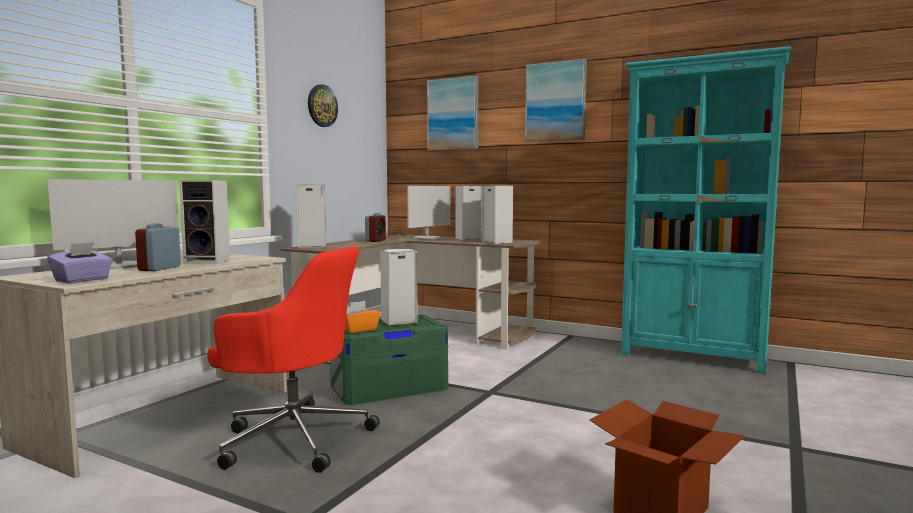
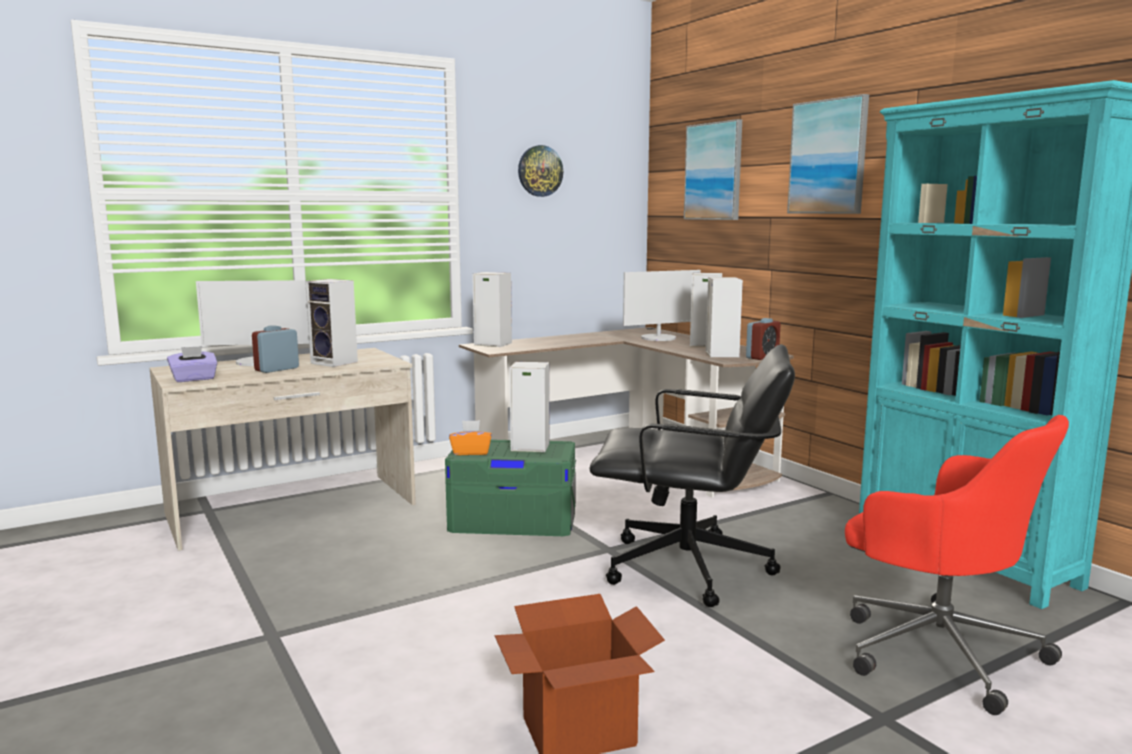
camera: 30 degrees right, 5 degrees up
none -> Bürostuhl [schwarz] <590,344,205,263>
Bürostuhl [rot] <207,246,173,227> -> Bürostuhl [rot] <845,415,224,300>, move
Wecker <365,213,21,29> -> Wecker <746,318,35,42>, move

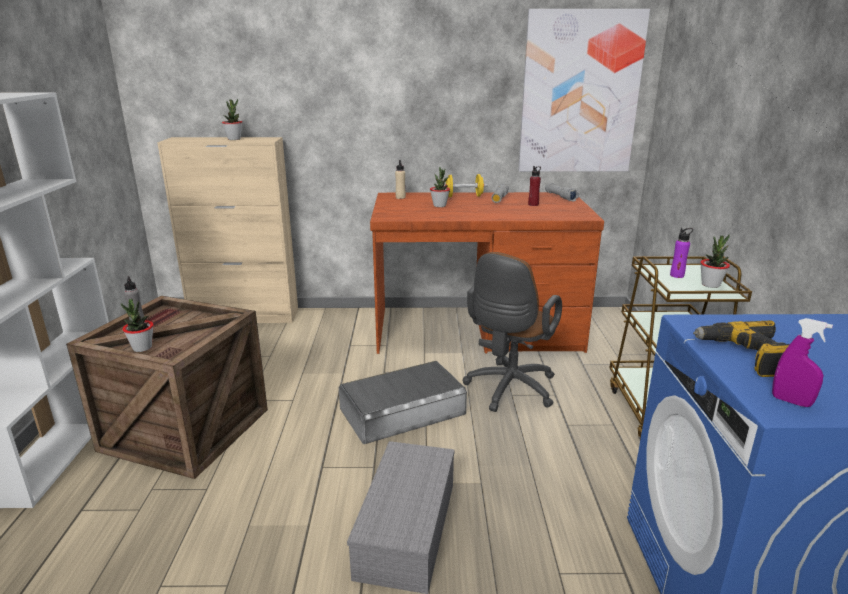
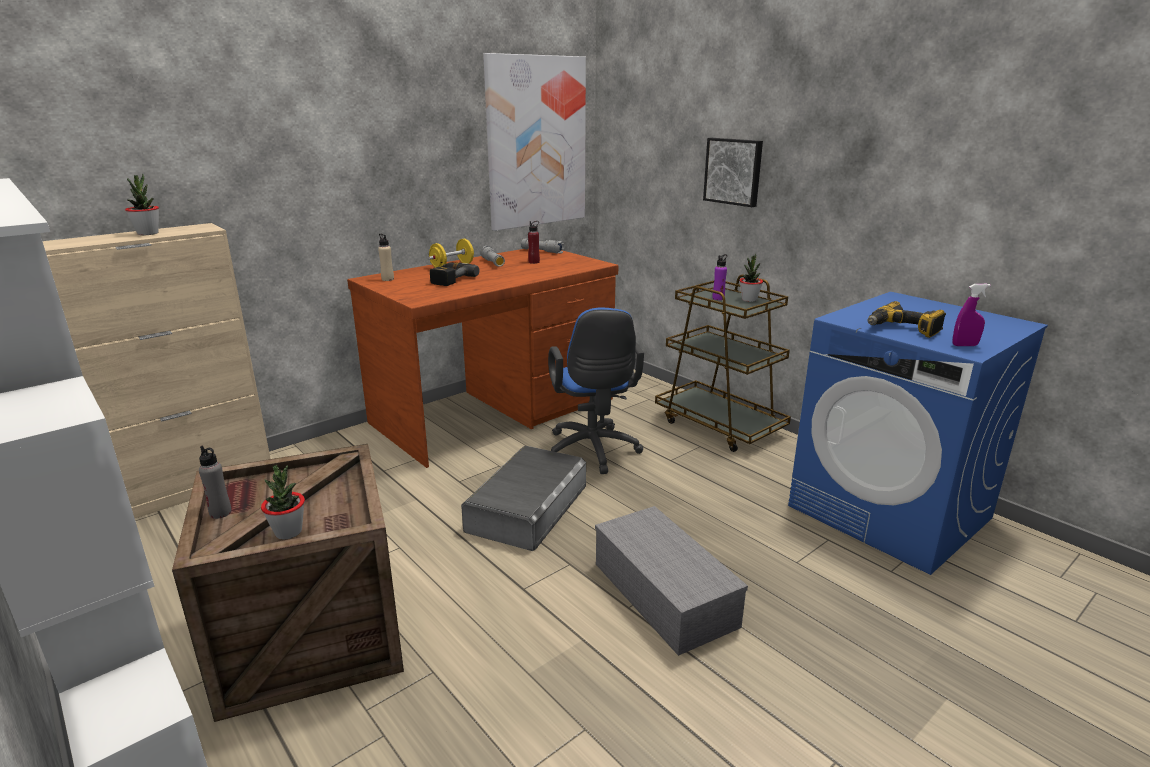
camera: 40 degrees left, 0 degrees up
none -> Bild <703,138,60,69>
Topfpflanze <430,167,20,40> -> Bohrmaschine <430,262,50,24>
Bürostuhl [braun] <462,252,100,160> -> Bürostuhl [blau] <548,308,96,166>

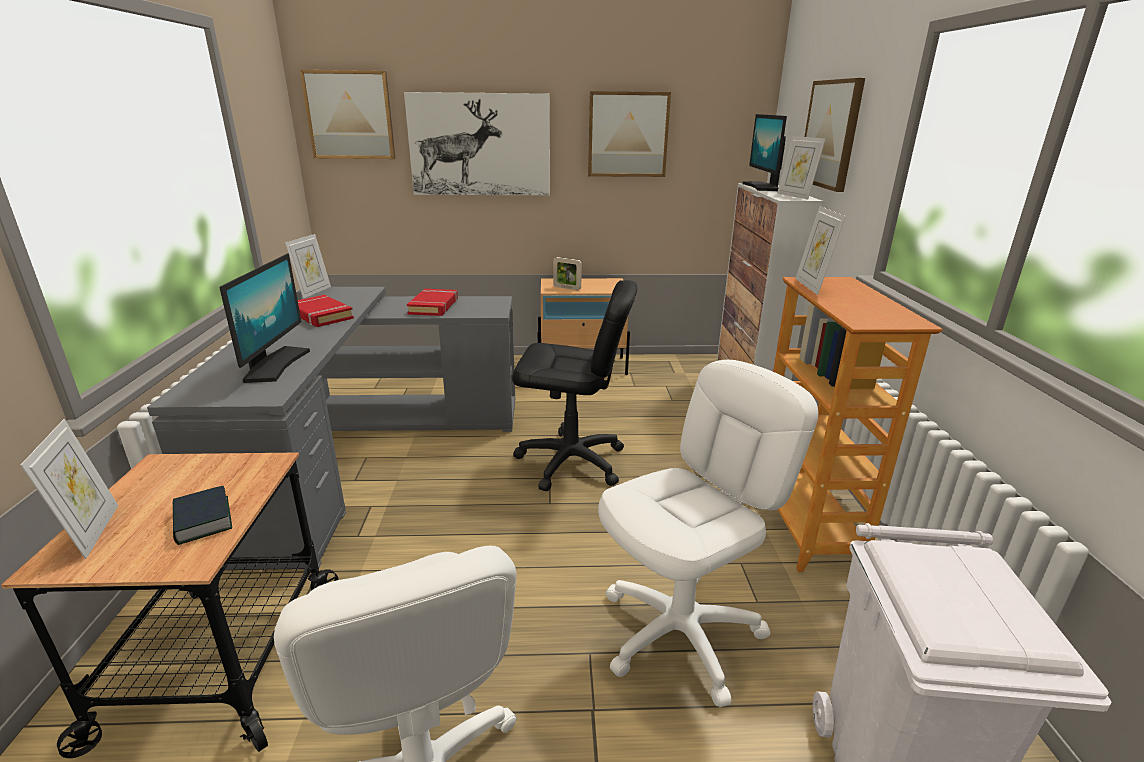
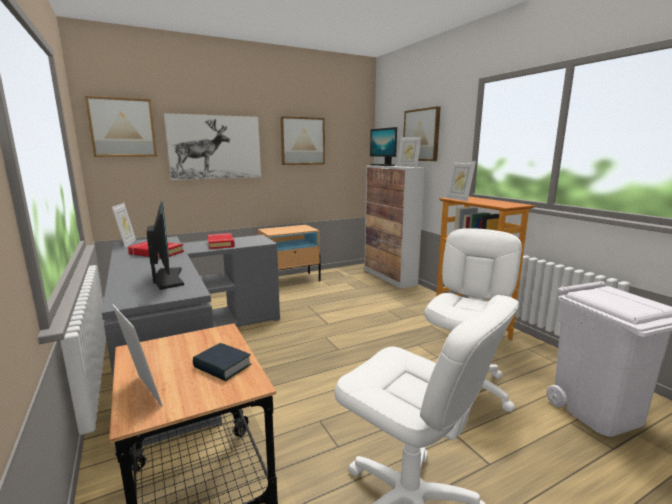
camera: 25 degrees left, 10 degrees down
Bürostuhl [schwarz] <512,280,125,211> -> none
Bilderrahmen <553,257,29,33> -> none

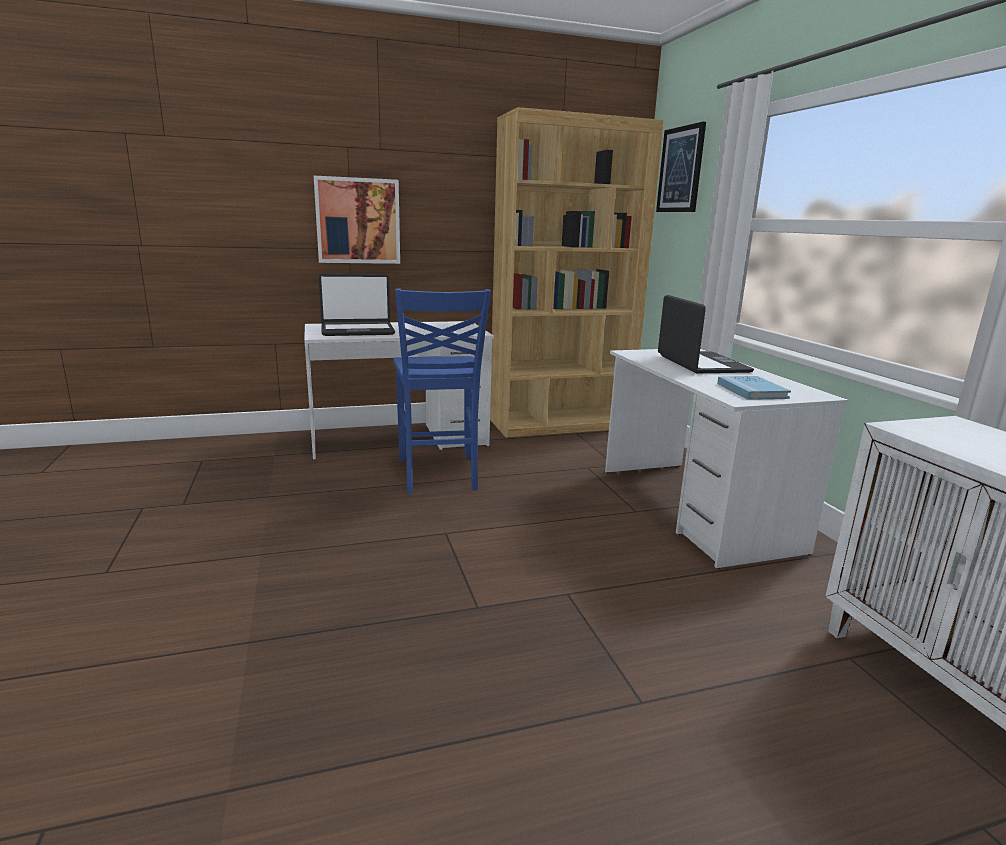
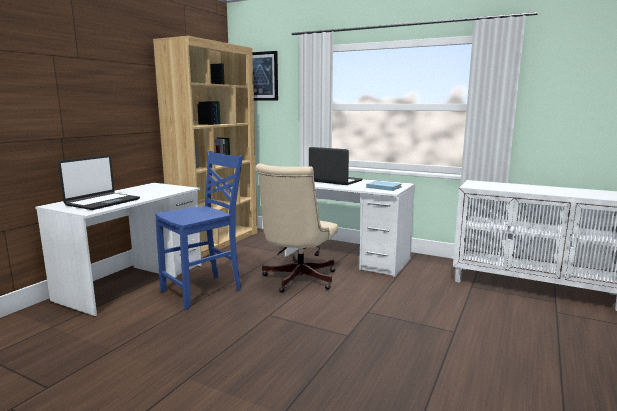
camera: 45 degrees left, 5 degrees down
Bild <314,176,86,88> -> none
none -> Bürostuhl [beige] <256,164,82,129>
Stuhl [blau] <393,289,98,205> -> Stuhl [blau] <155,151,88,159>, 75 degrees counterclockwise

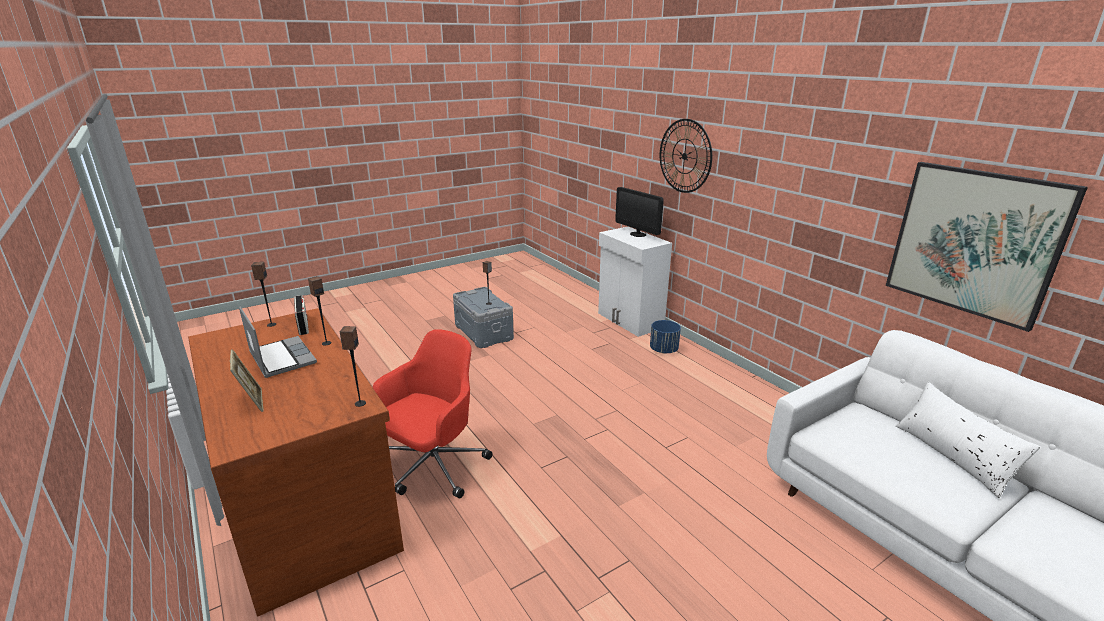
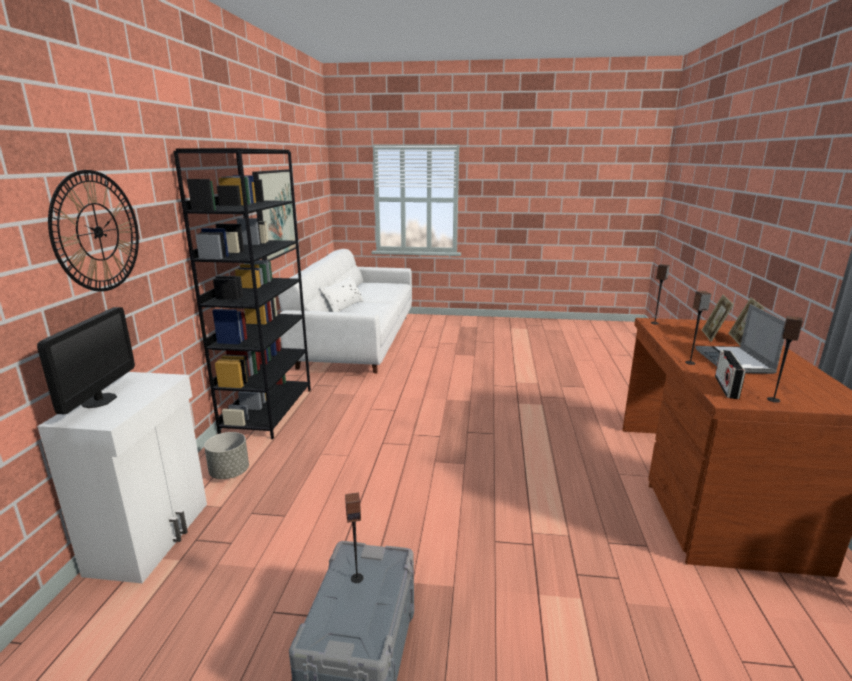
camera: 140 degrees left, 5 degrees down
Bürostuhl [rot] <373,329,120,170> -> none
none -> Bücherregal [schwarz] <173,148,138,291>
none -> Bilderrahmen <702,295,32,47>
Pflanzkübel [blau] <650,320,31,33> -> Pflanzkübel [grau] <204,432,45,47>

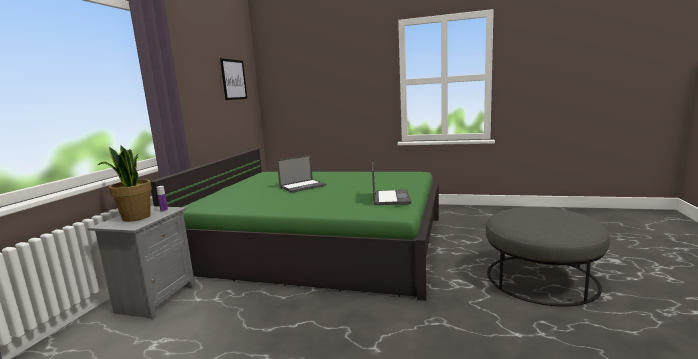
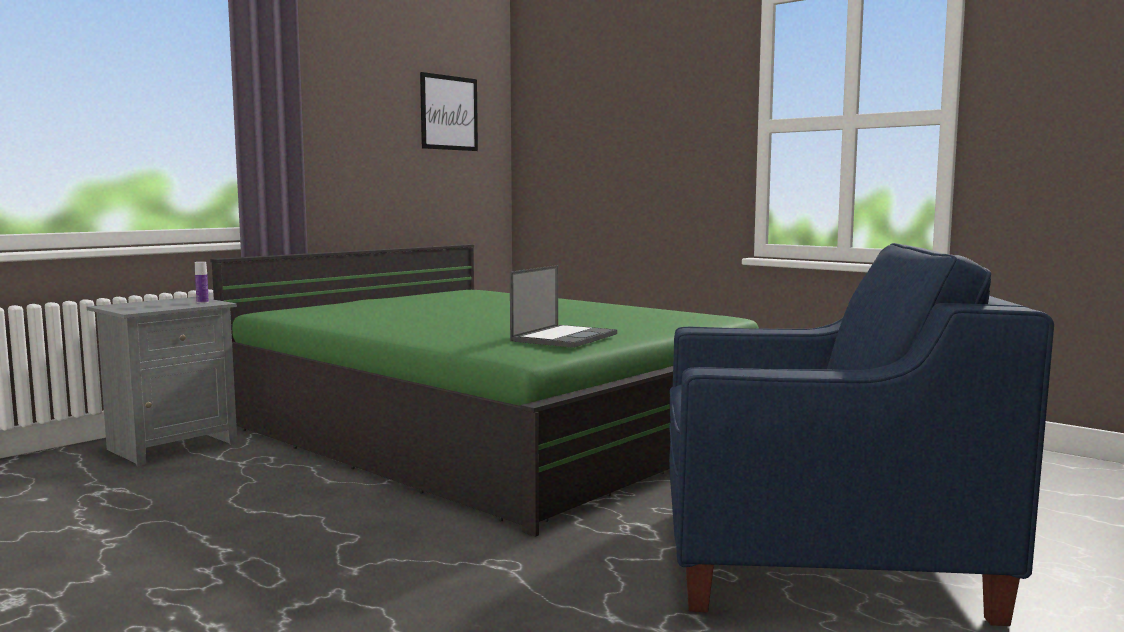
camera: 25 degrees right, 5 degrees down
Topfpflanze <98,146,54,76> -> none
Laptop <277,155,49,38> -> none
Polsterhocker [grau] <486,207,124,100> -> Sessel [blau] <669,243,385,383>

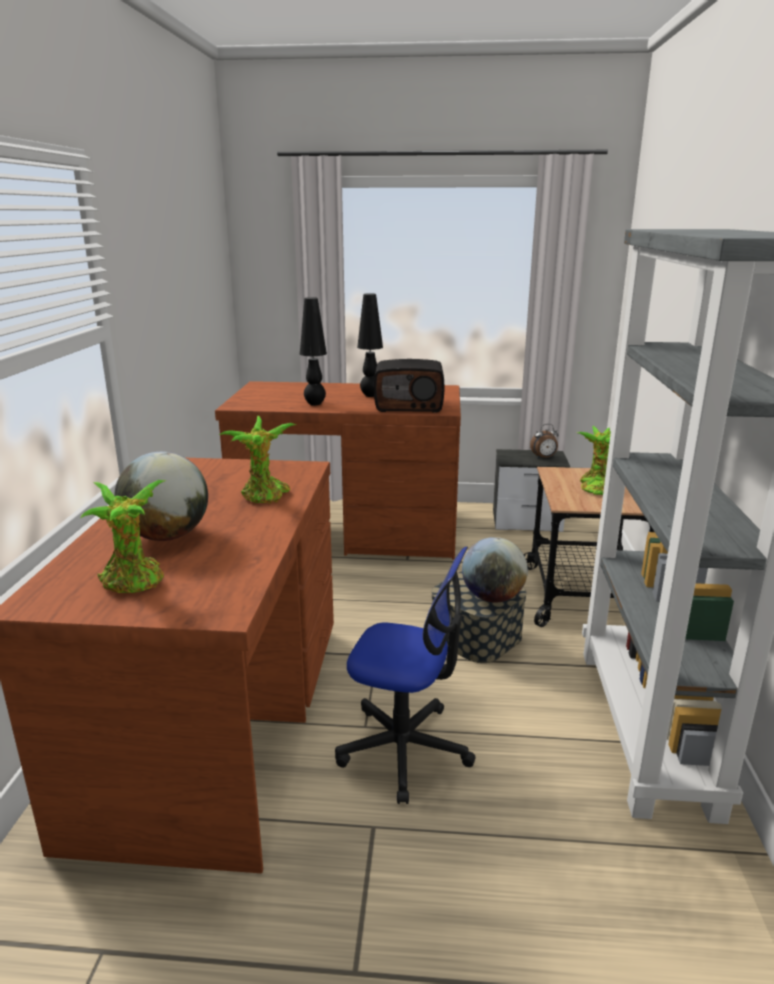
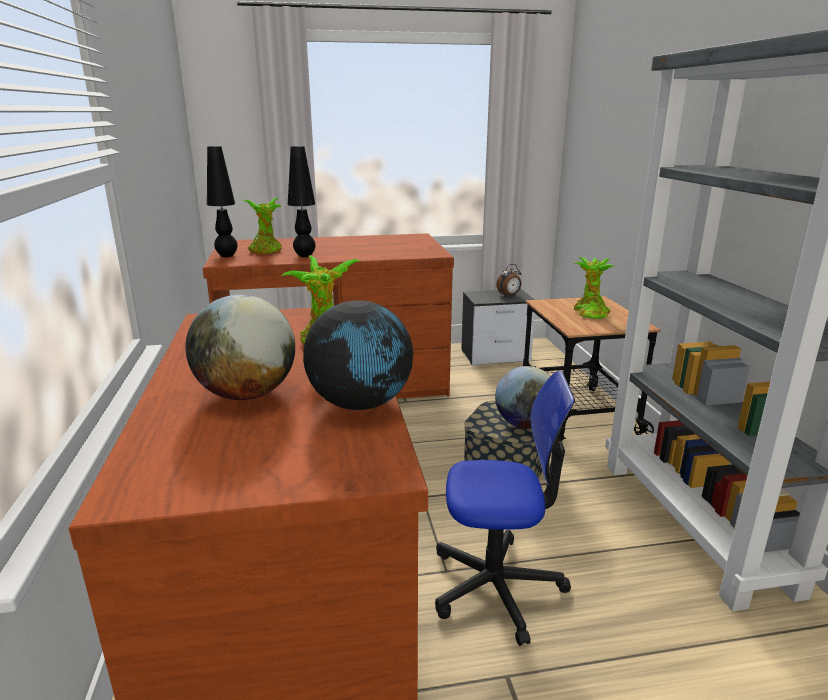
camera: 15 degrees left, 0 degrees up
Radio <374,359,70,54> -> none
none -> Globus <303,301,110,109>
Topfpflanze <80,480,87,113> -> Topfpflanze <243,198,39,56>, move
Tischlampe [schwarz] <357,293,26,104> -> Tischlampe [schwarz] <207,146,30,111>, move

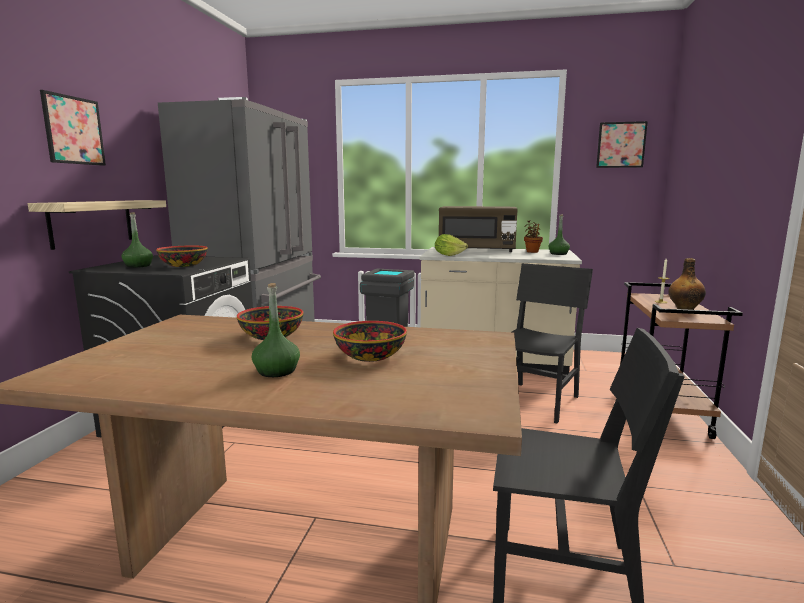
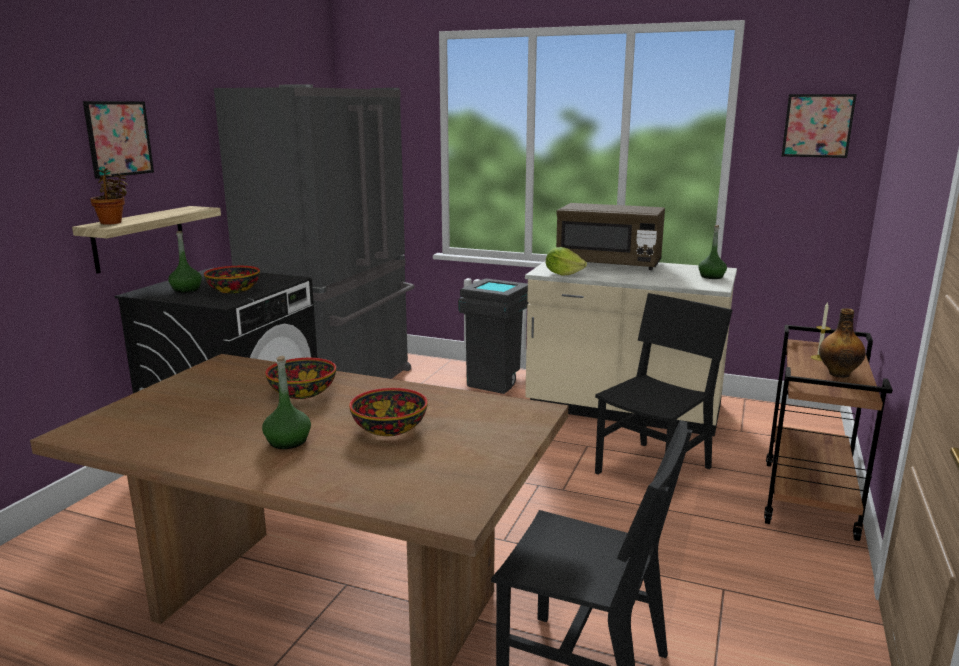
camera: 10 degrees right, 5 degrees up
Topfpflanze <524,221,19,32> -> Topfpflanze <90,168,38,57>, move

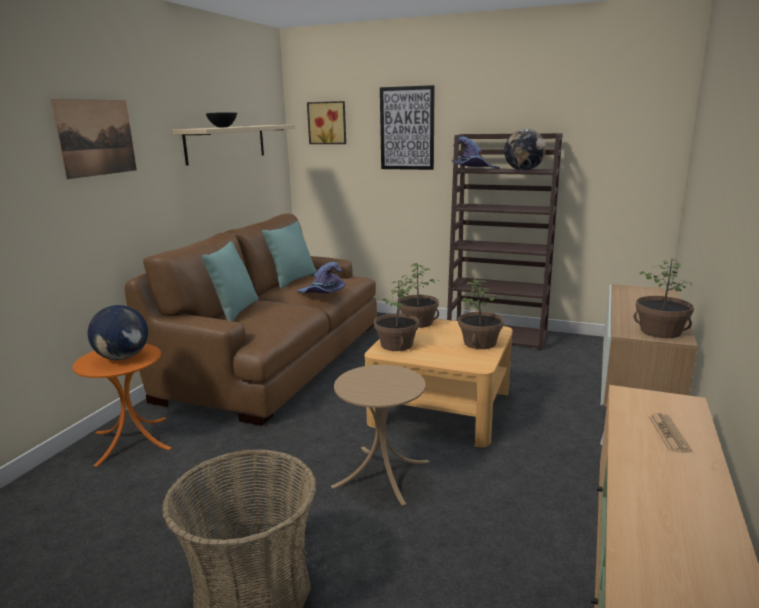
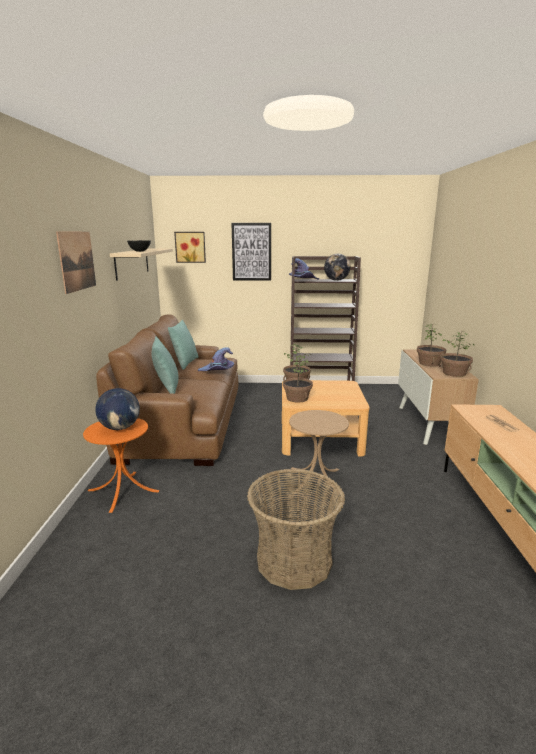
camera: 20 degrees left, 0 degrees up
Topfpflanze <458,279,46,70> -> Topfpflanze <417,323,29,44>, move

